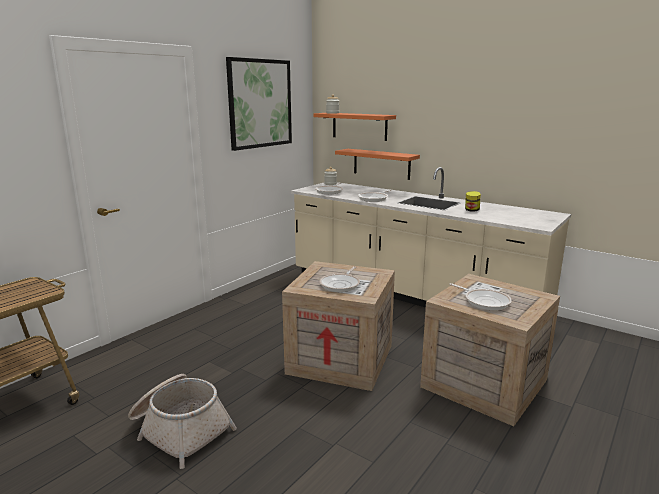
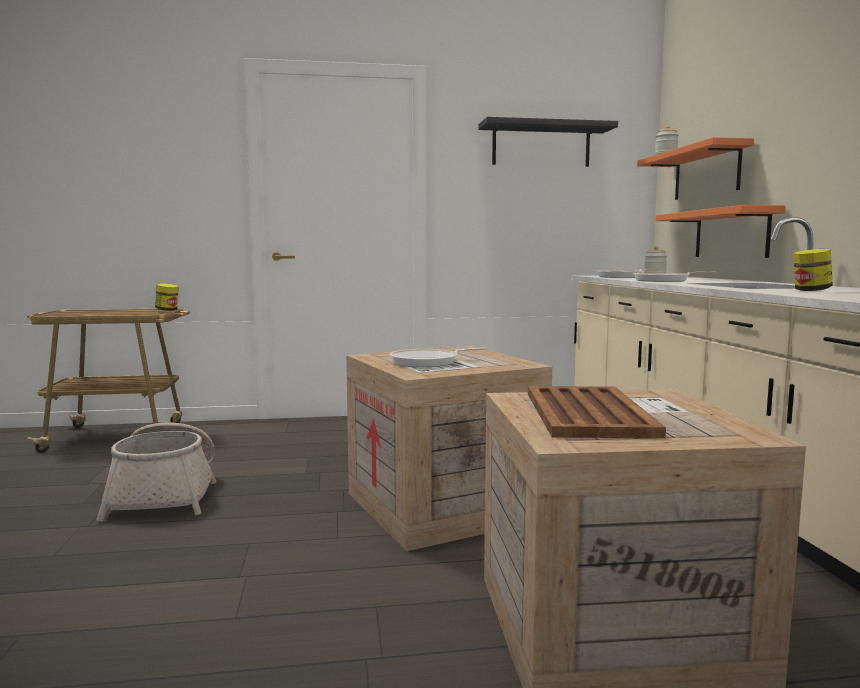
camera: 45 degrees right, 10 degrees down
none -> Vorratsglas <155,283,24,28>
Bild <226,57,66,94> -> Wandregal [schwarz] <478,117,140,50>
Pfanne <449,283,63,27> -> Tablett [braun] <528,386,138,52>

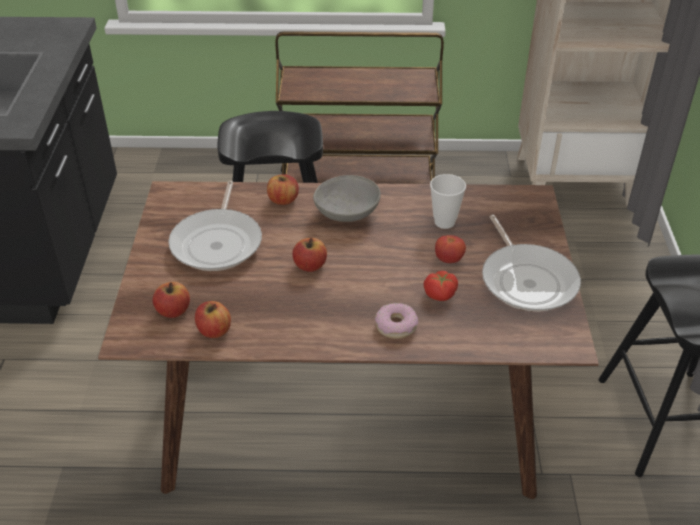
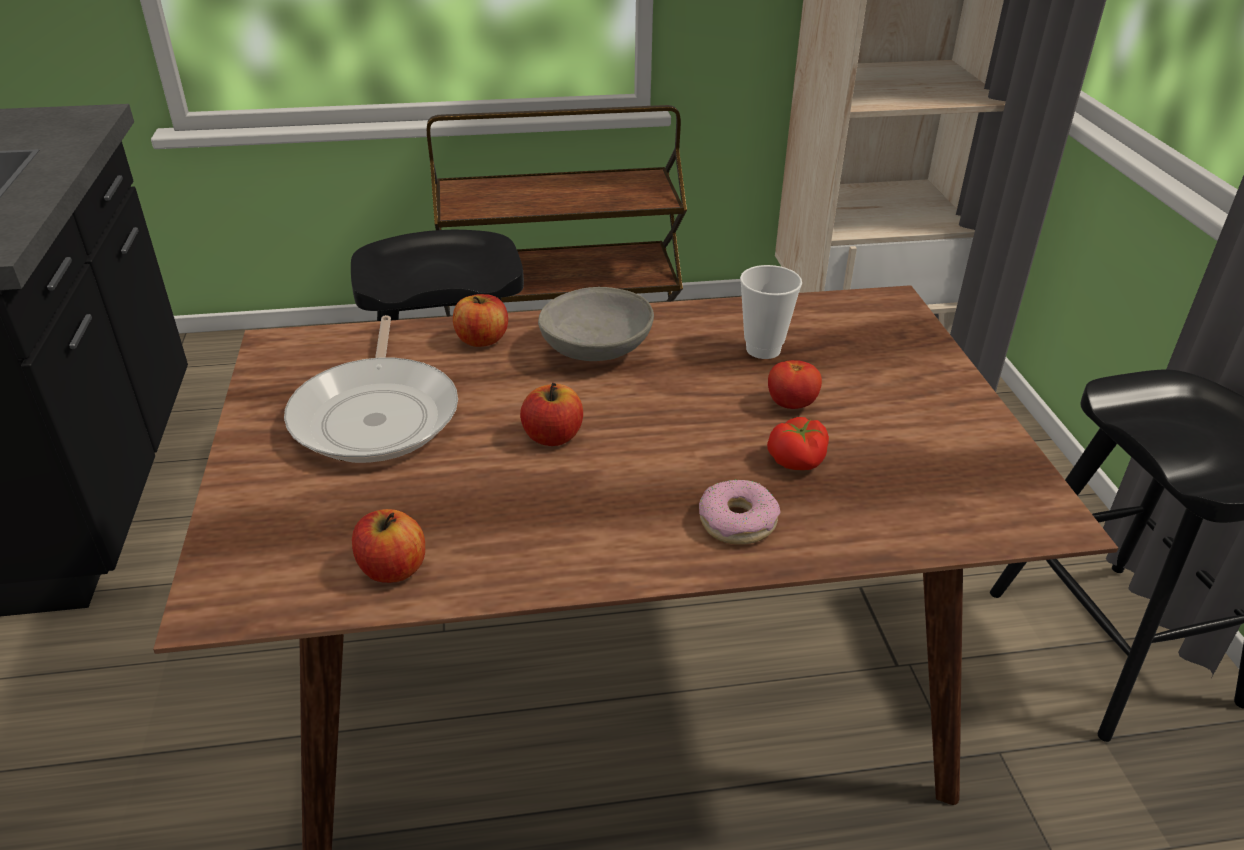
camera: 10 degrees left, 5 degrees down
Apfel <153,282,37,36> -> none
Pfanne <482,215,99,97> -> none

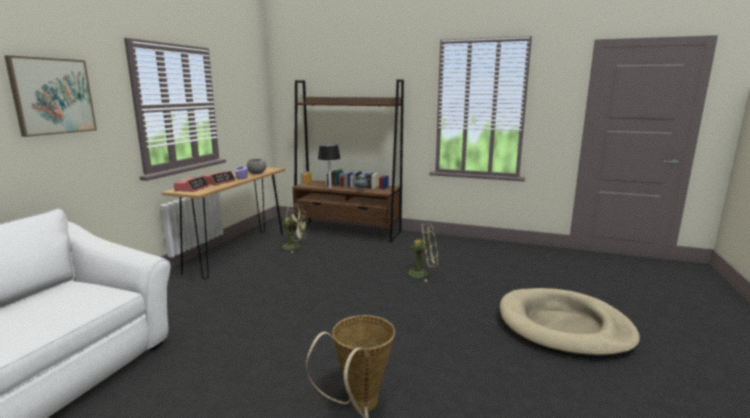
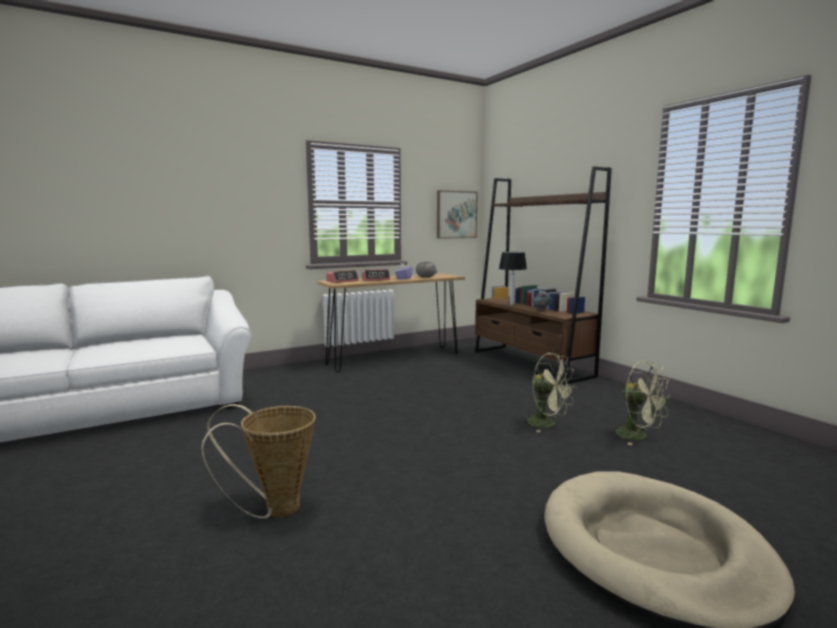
camera: 40 degrees right, 5 degrees down
Bild <4,55,93,82> -> Bild <437,190,41,49>, move
Ventilator [grün] <280,204,27,49> -> Ventilator [grün] <613,361,58,84>, move

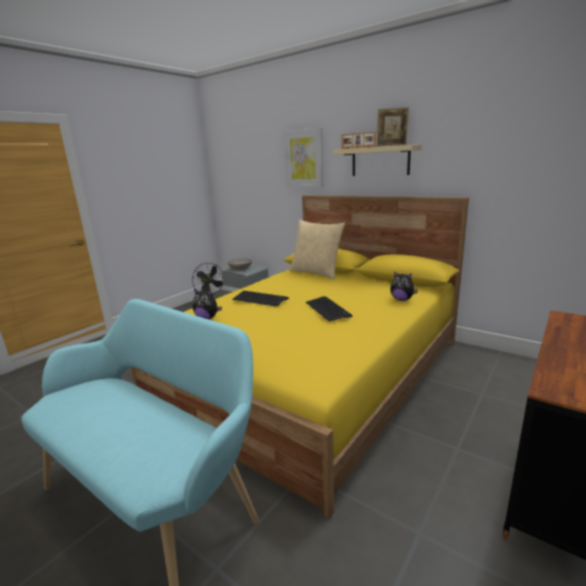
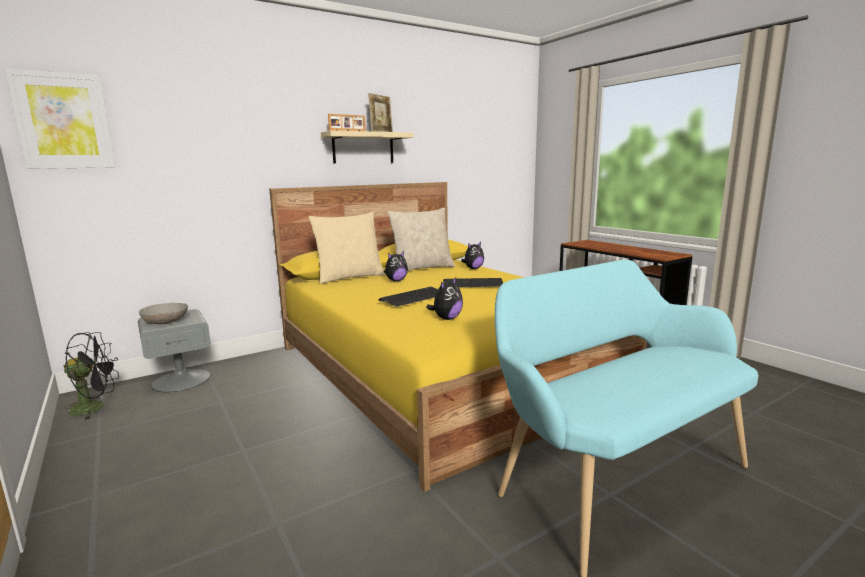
camera: 70 degrees left, 5 degrees down
none -> Plüschtier <384,251,24,30>
none -> Kissen [beige] <387,208,68,63>
Bild <283,127,40,60> -> Bild <5,69,111,100>, move

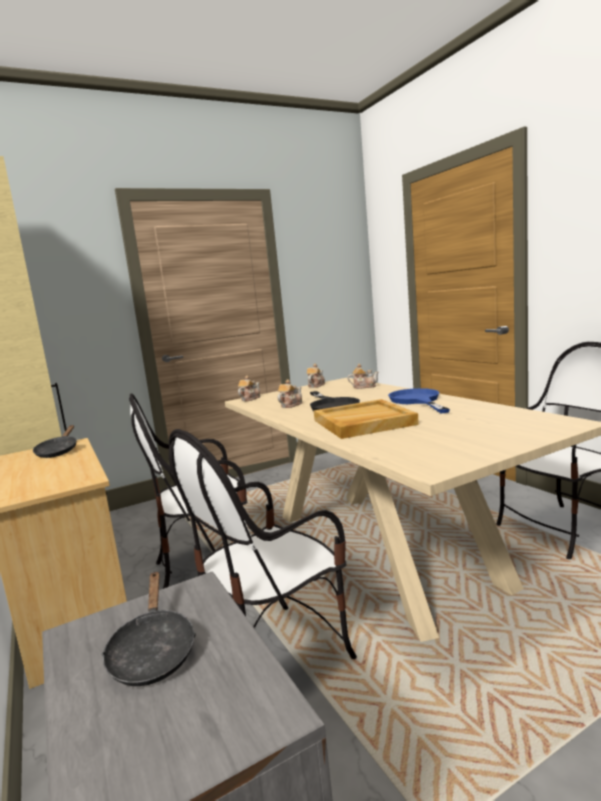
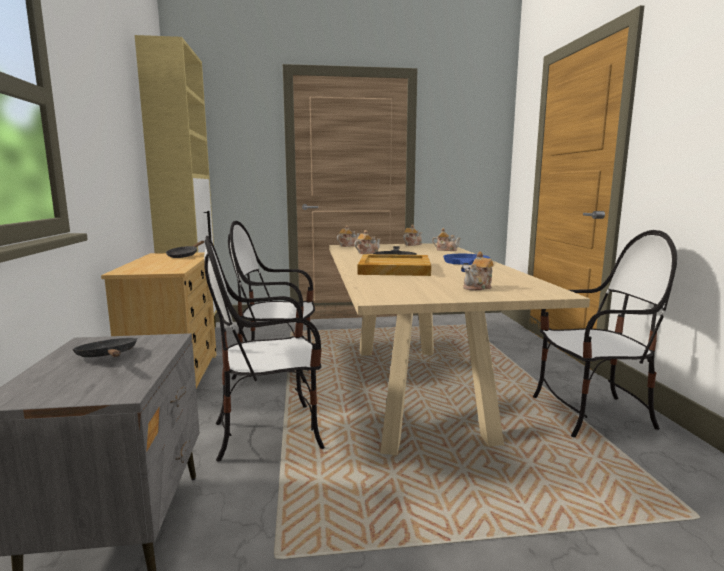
camera: 20 degrees right, 0 degrees up
none -> Teekanne <463,252,31,38>
Pfanne [schwarz] <101,571,95,115> -> Pfanne [schwarz] <72,338,65,19>, 135 degrees clockwise

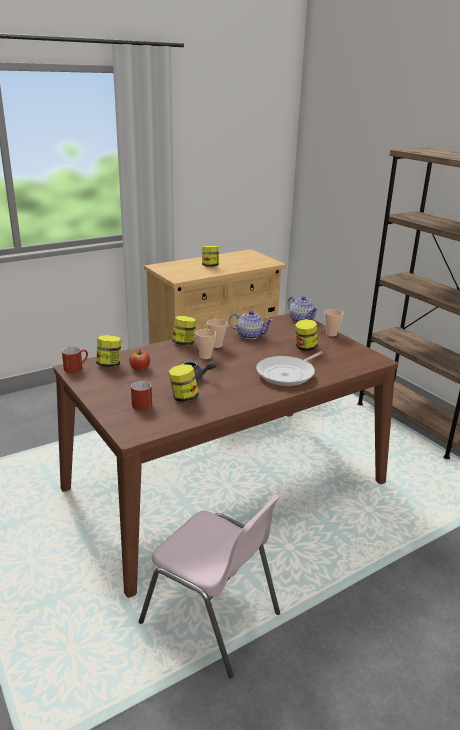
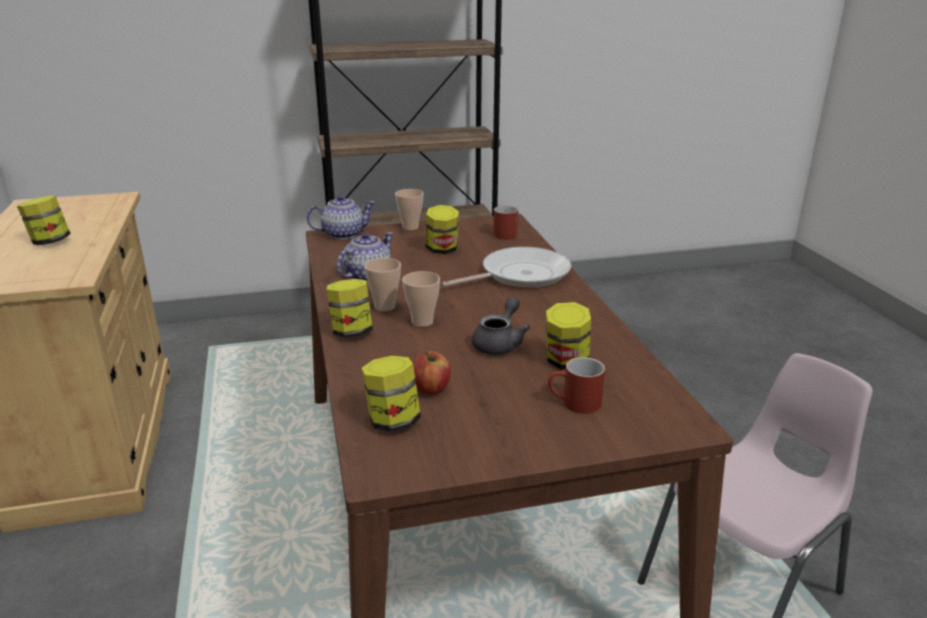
camera: 70 degrees left, 0 degrees up
Henkelbecher [rot] <62,347,26,26> -> Henkelbecher [rot] <493,206,25,34>, move
Pfanne <256,351,67,35> -> Pfanne <442,247,130,41>, 90 degrees counterclockwise

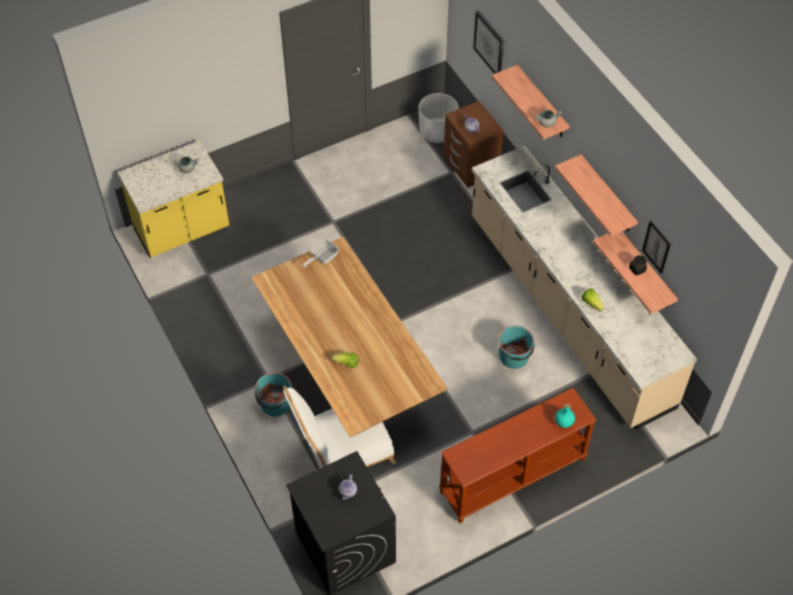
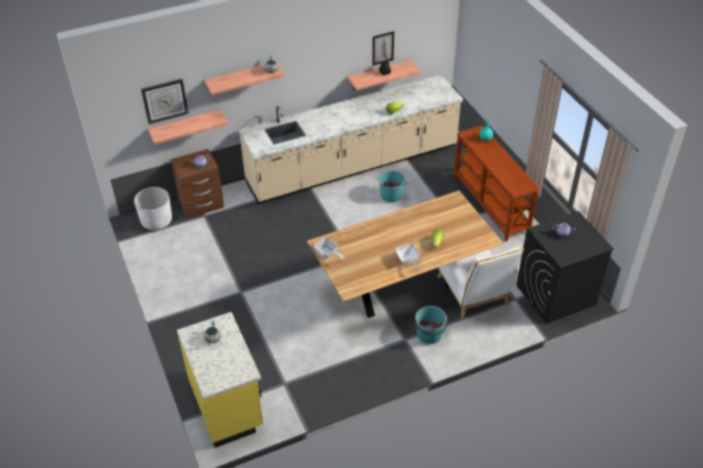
camera: 85 degrees left, 10 degrees down
none -> Pfanne <395,244,25,27>
Wandregal <555,155,83,81> -> Wandregal <148,109,80,36>, move

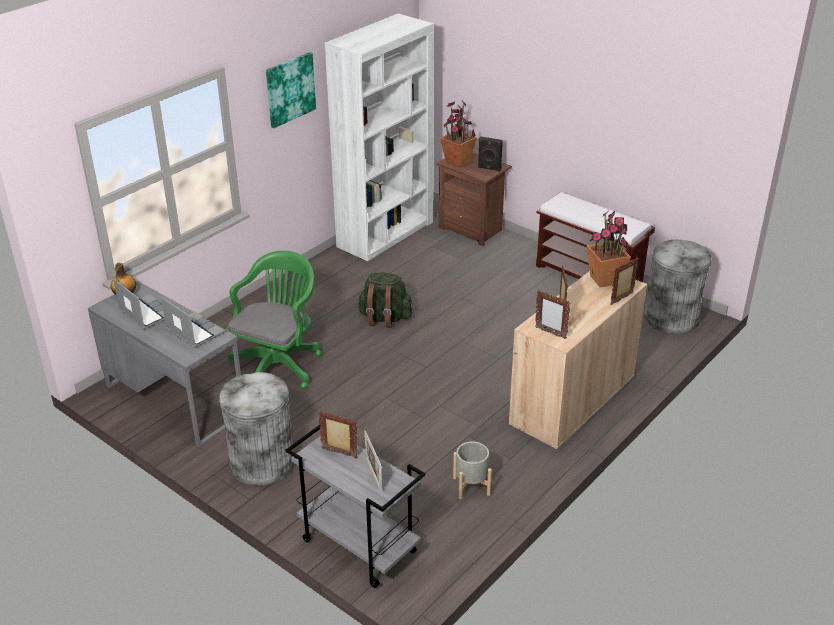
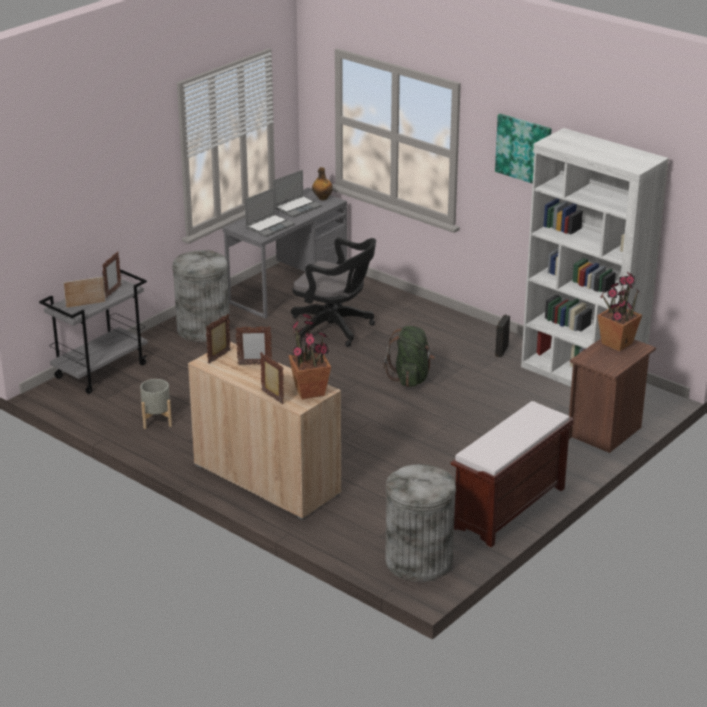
camera: 90 degrees right, 5 degrees down
Lautsprecher [schwarz] <478,137,25,34> -> Lautsprecher [schwarz] <495,314,15,43>, move
Bürostuhl [grün] <227,251,94,138> -> Bürostuhl [schwarz] <291,238,85,109>

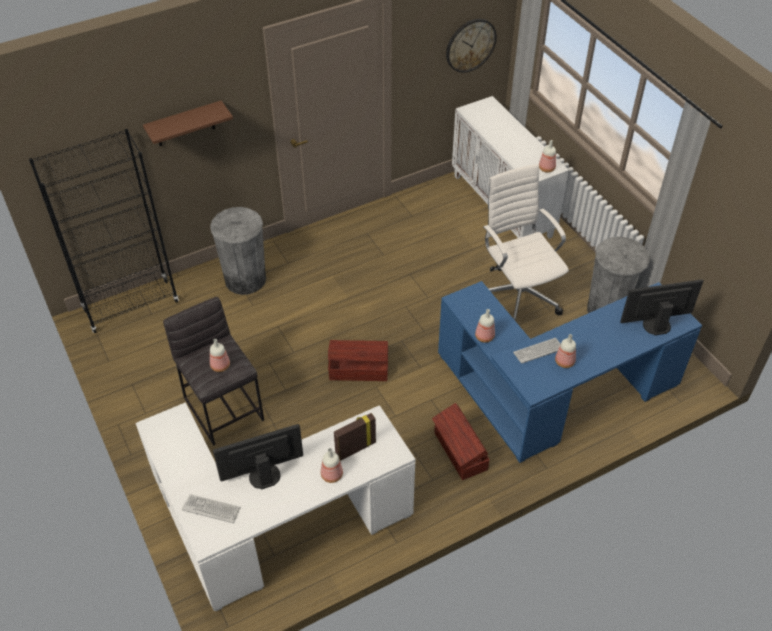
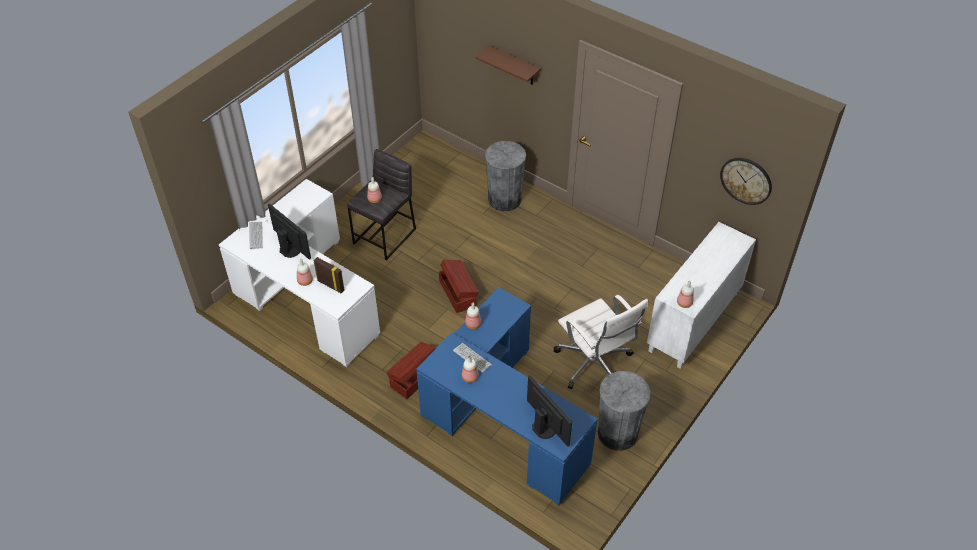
camera: 65 degrees right, 0 degrees up
Bücherregal [schwarz] <29,129,150,204> -> none
Bürostuhl [weiß] <483,164,86,157> -> Bürostuhl [weiß] <554,295,94,94>, 105 degrees clockwise

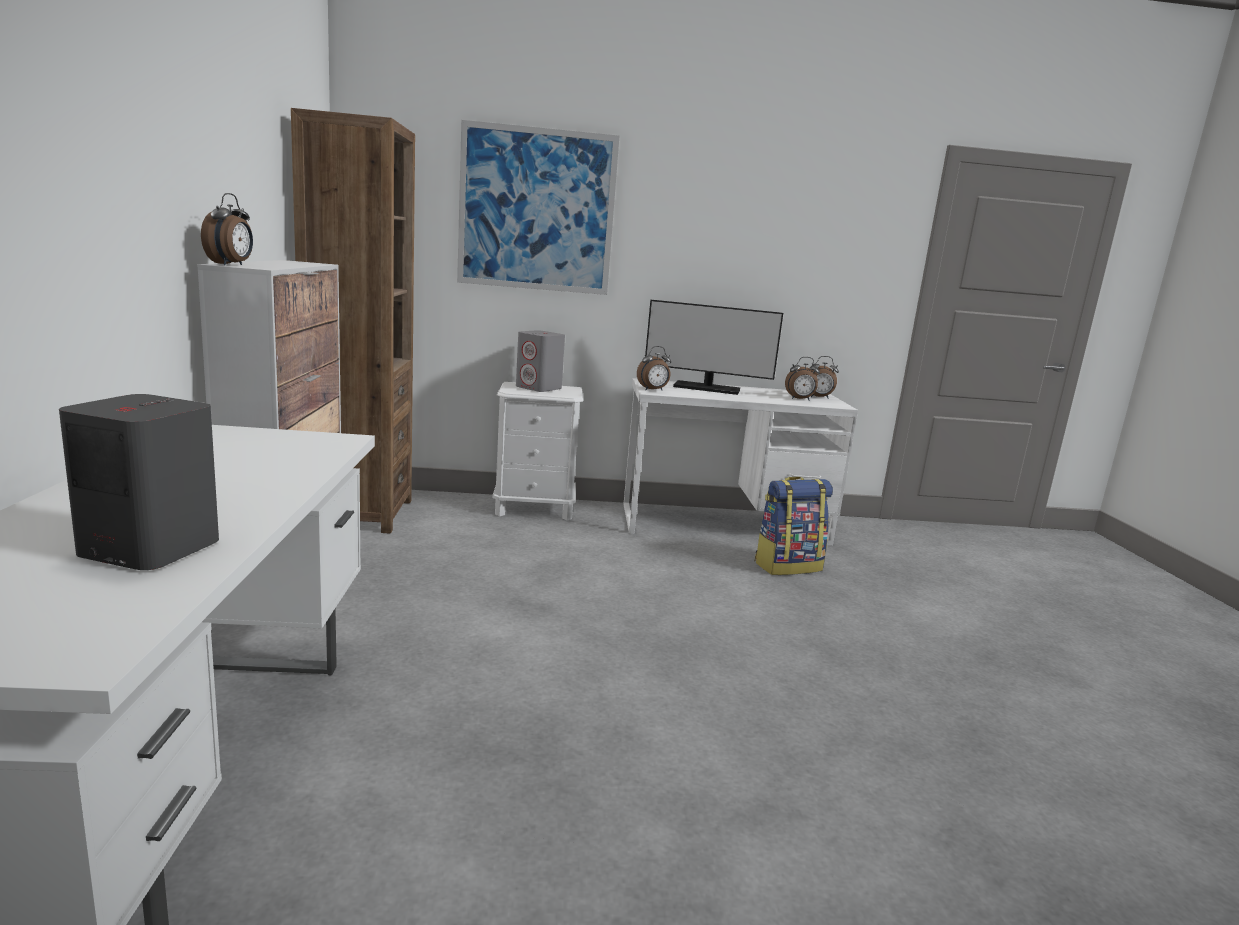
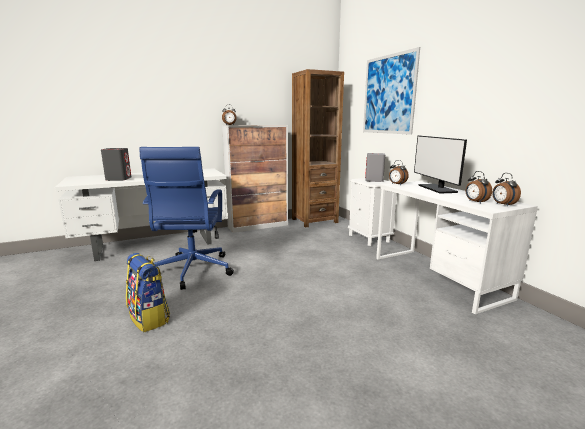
camera: 70 degrees right, 0 degrees up
none -> Bürostuhl [blau] <139,147,95,143>
Rucksack <755,477,78,98> -> Rucksack <126,253,44,79>, move

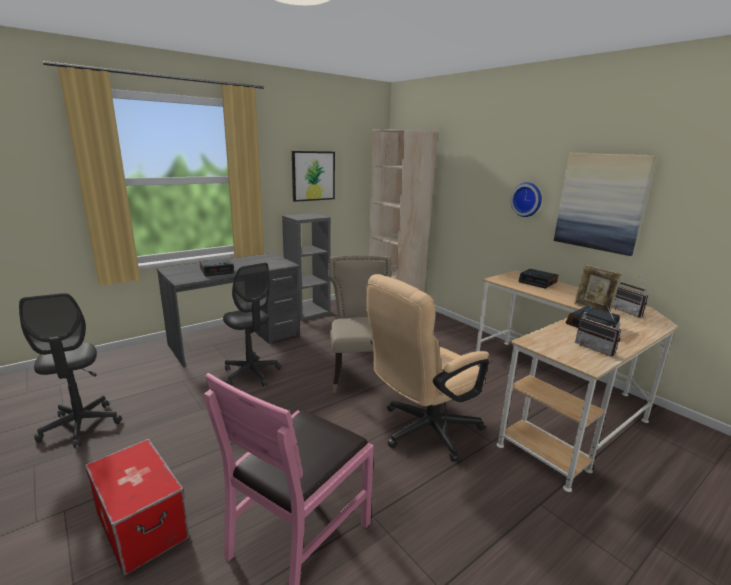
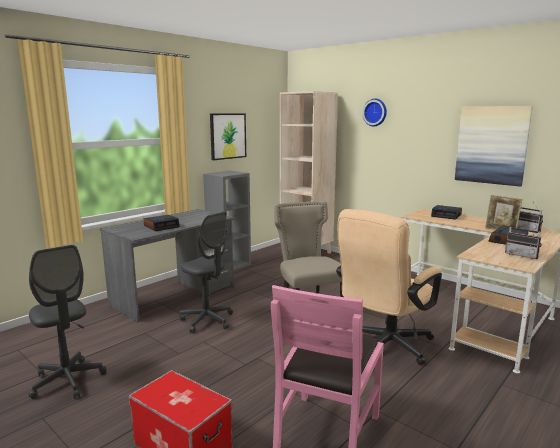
camera: 10 degrees left, 5 degrees down
Wanduhr <511,182,31,35> -> Wanduhr <362,99,25,27>, move

